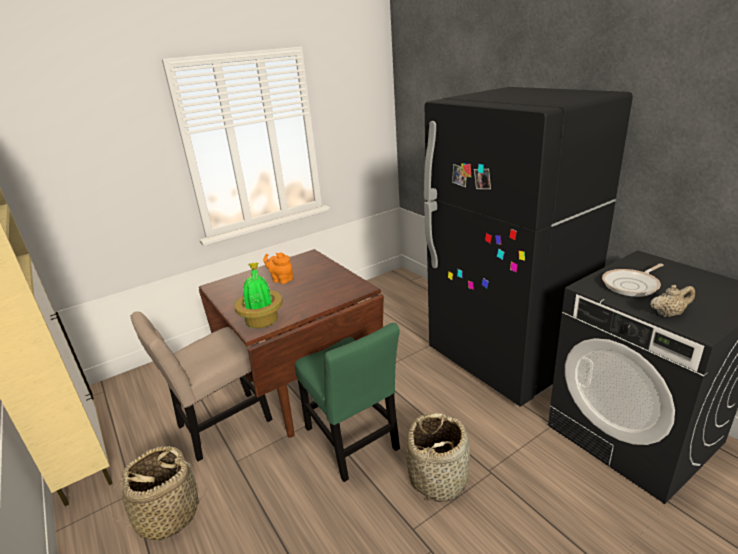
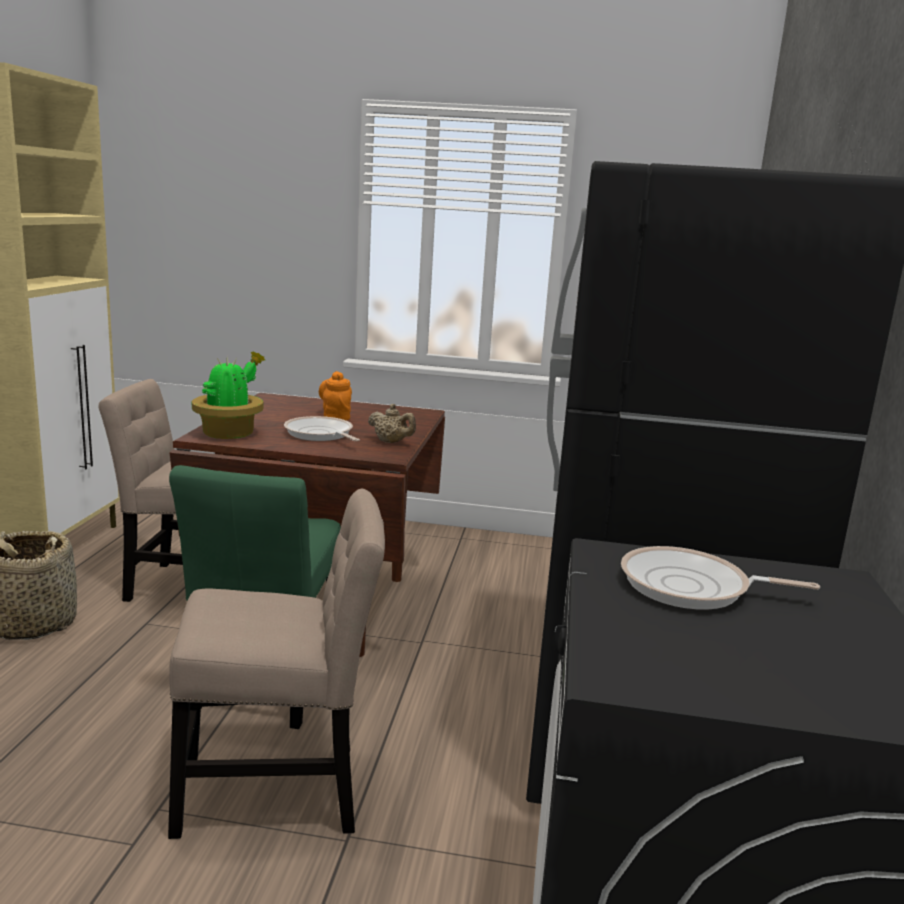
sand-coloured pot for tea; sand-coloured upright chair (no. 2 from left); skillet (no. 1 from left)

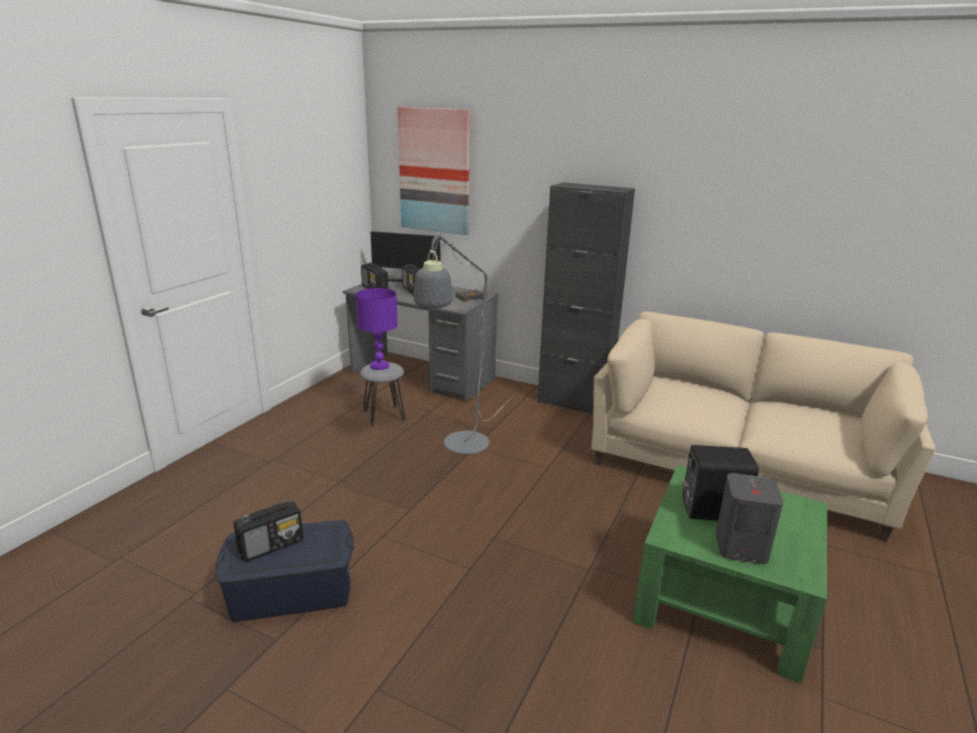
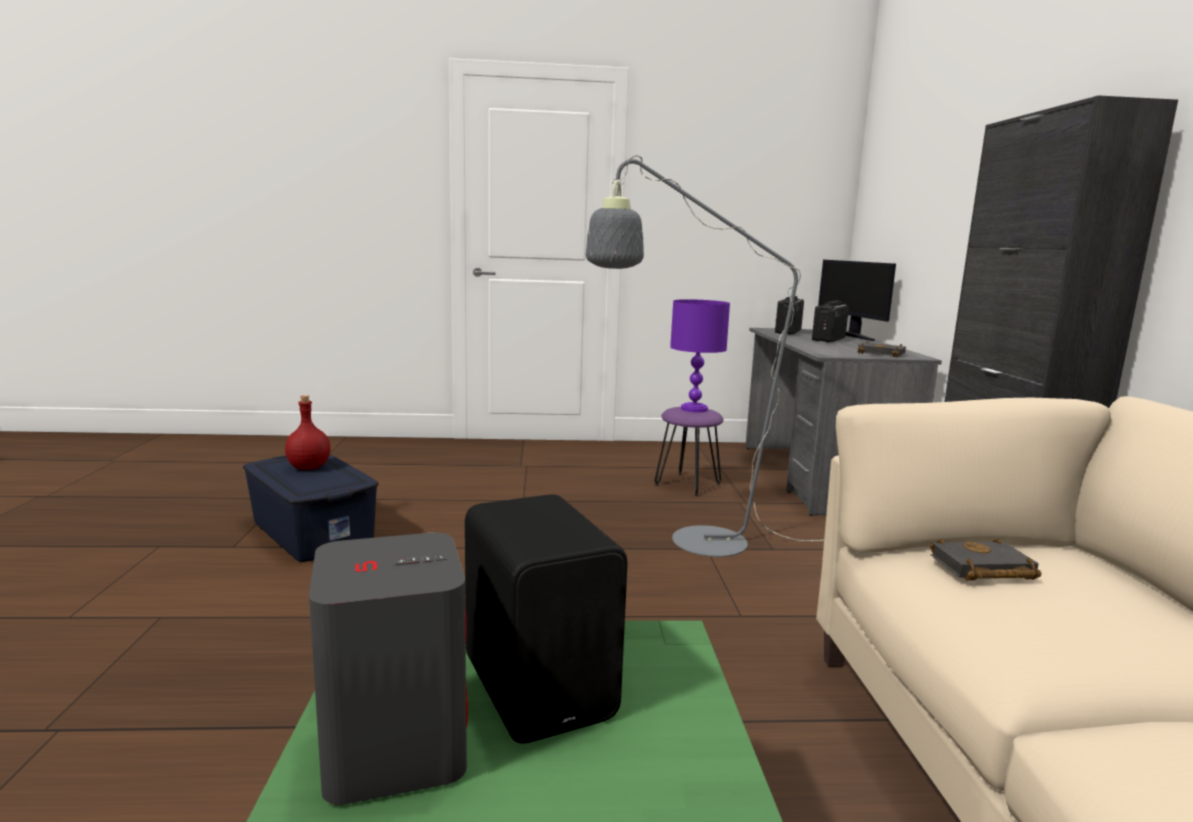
wall picture; purple-coloured stool seat; red beverage bottle; blackish book (no. 2 from left)

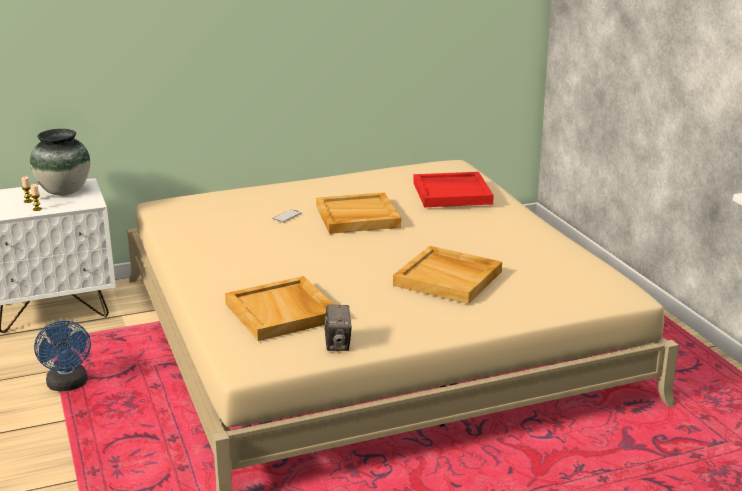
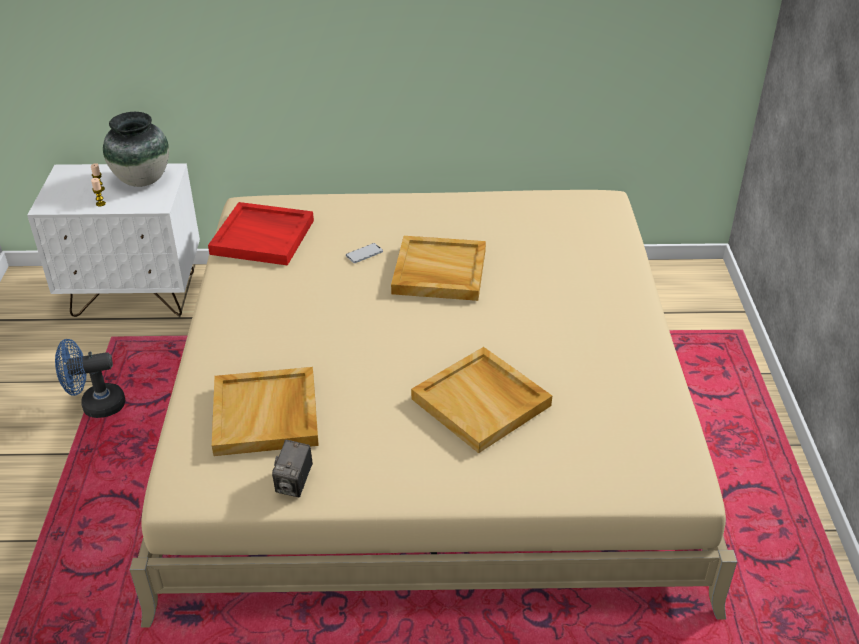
red tray; blue electric fan

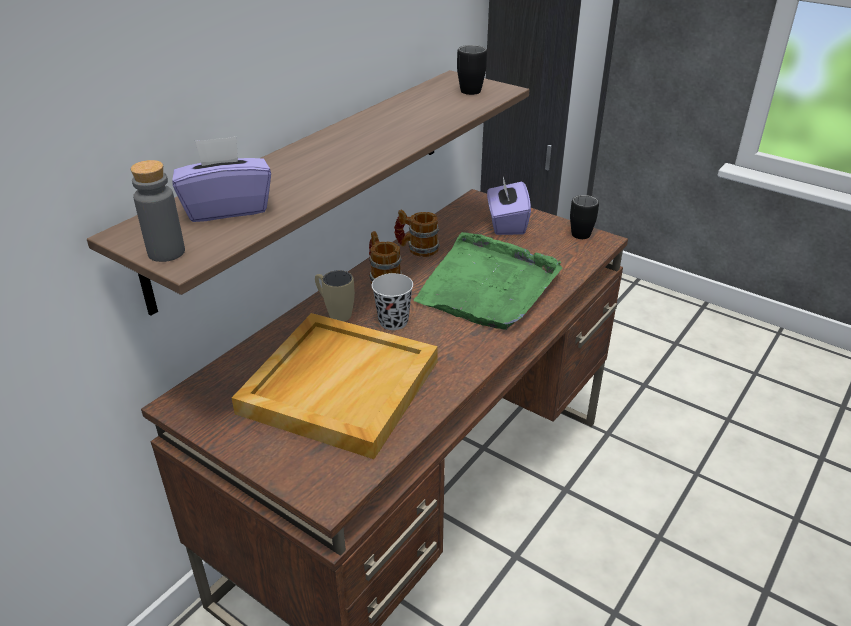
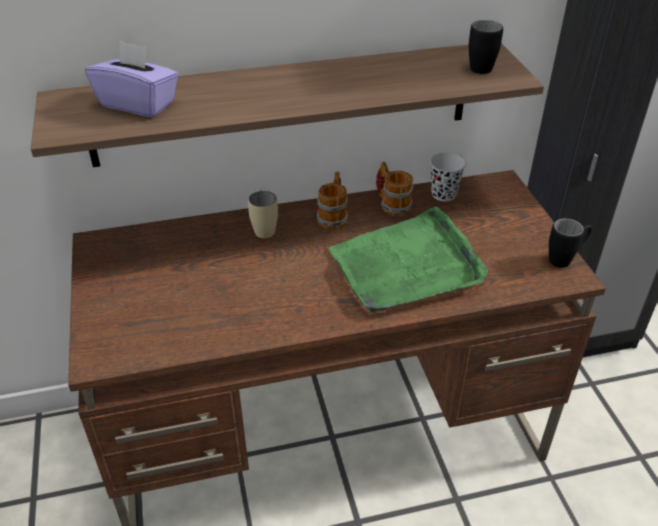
greyish beverage bottle; purple-coloured tissue holder (no. 2 from left in the first image); blackish drinking cup; sand-coloured tray

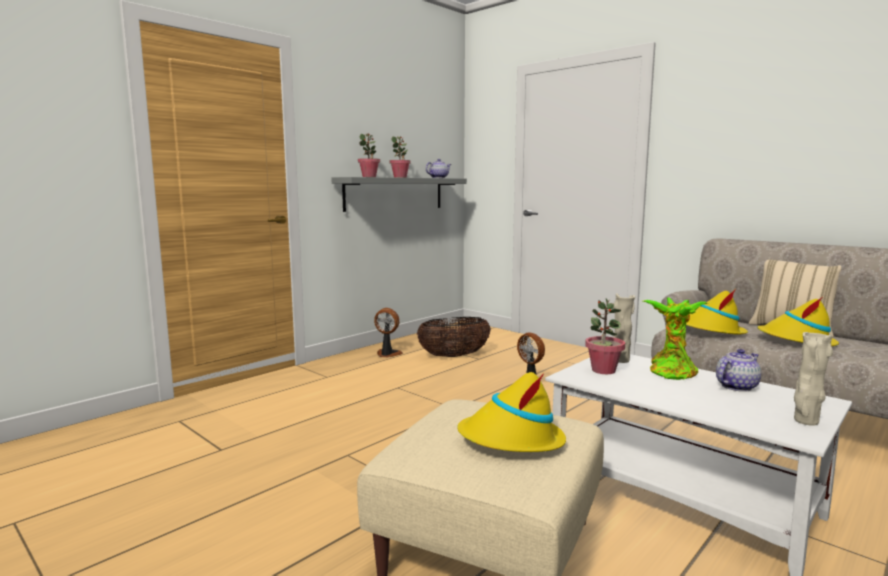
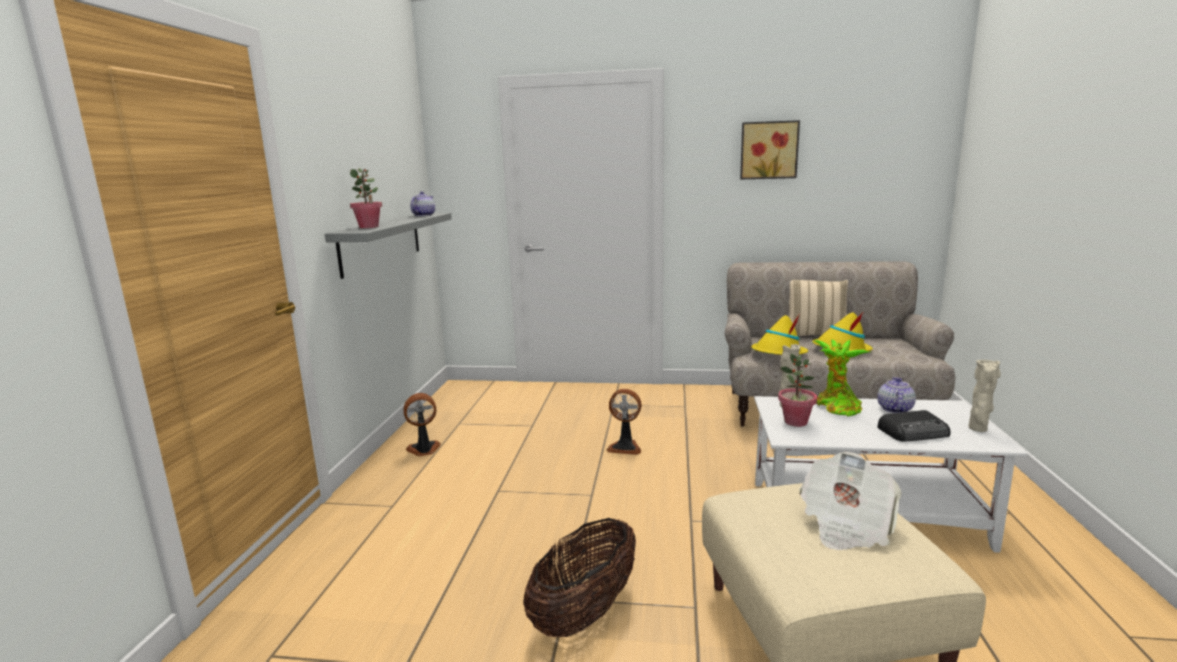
plant in a pot (no. 2 from left in the first image); storage basket; printed paper; wall picture; radio receiver

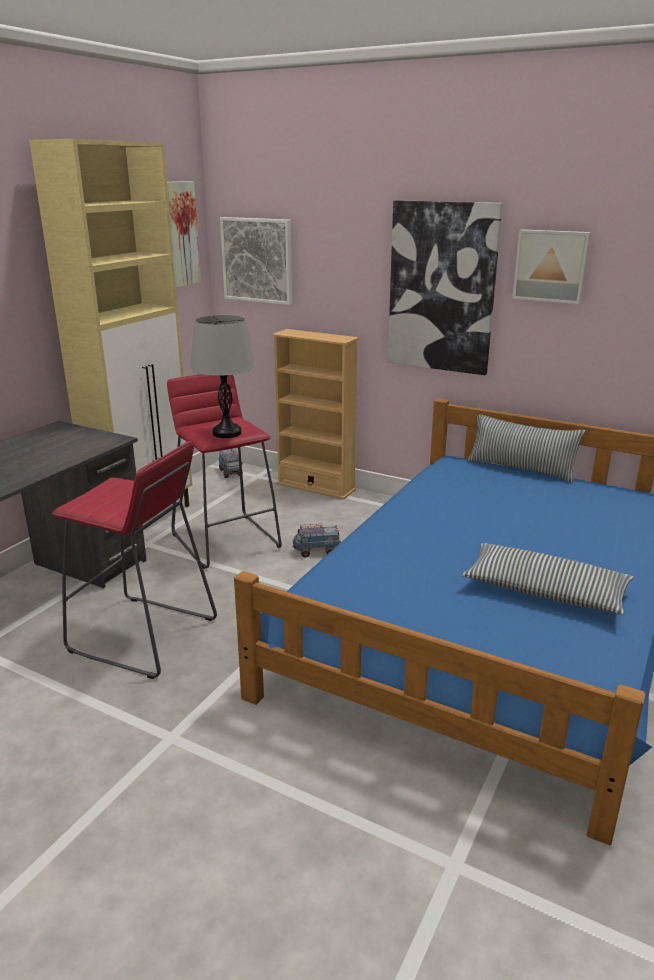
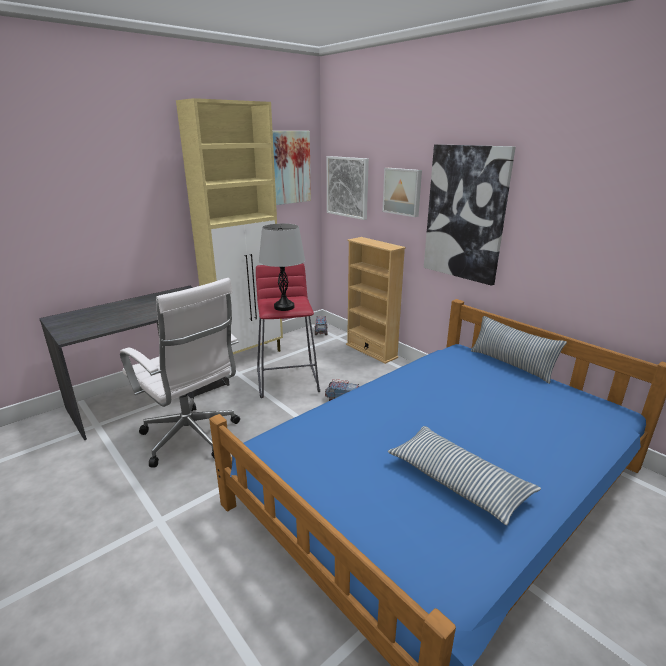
wall picture (no. 3 from left); white-coloured computer chair

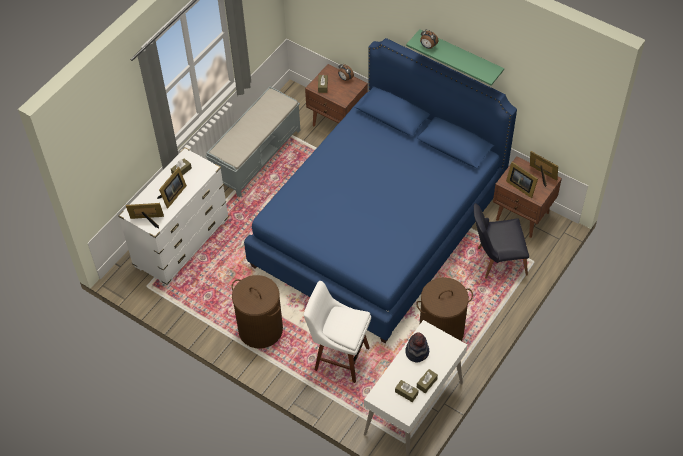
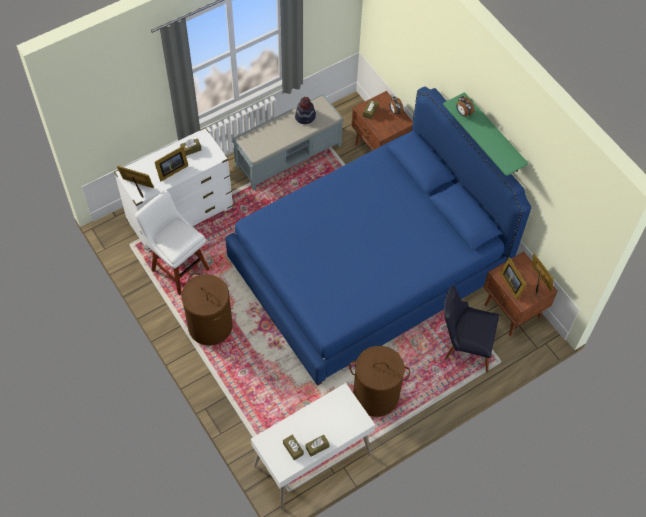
white-coloured stool seat; wearable hat

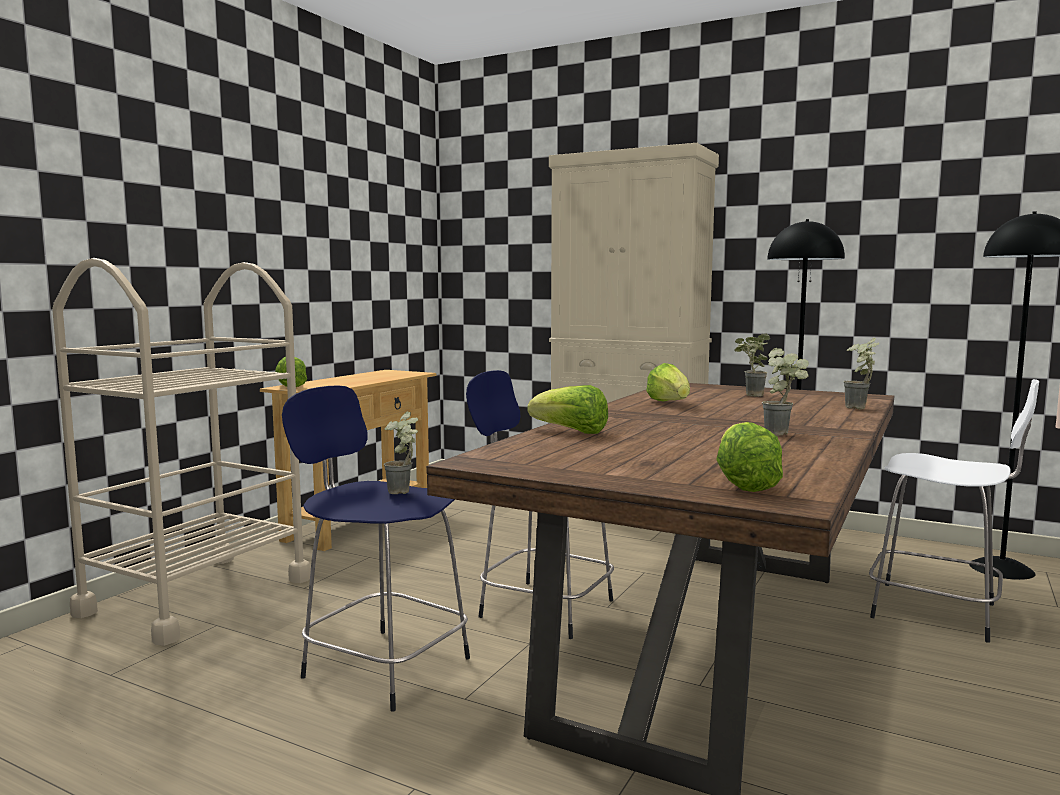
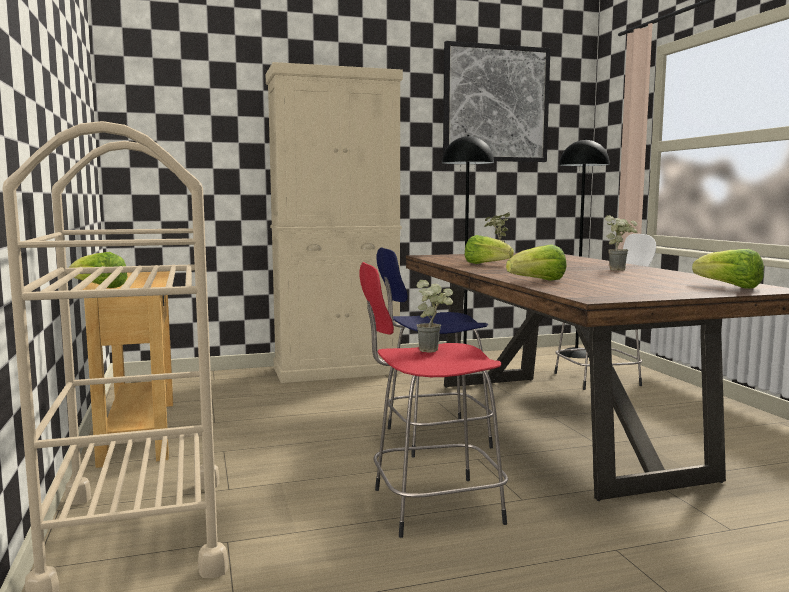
plant in a pot (no. 4 from left in the first image); red stool seat; wall picture

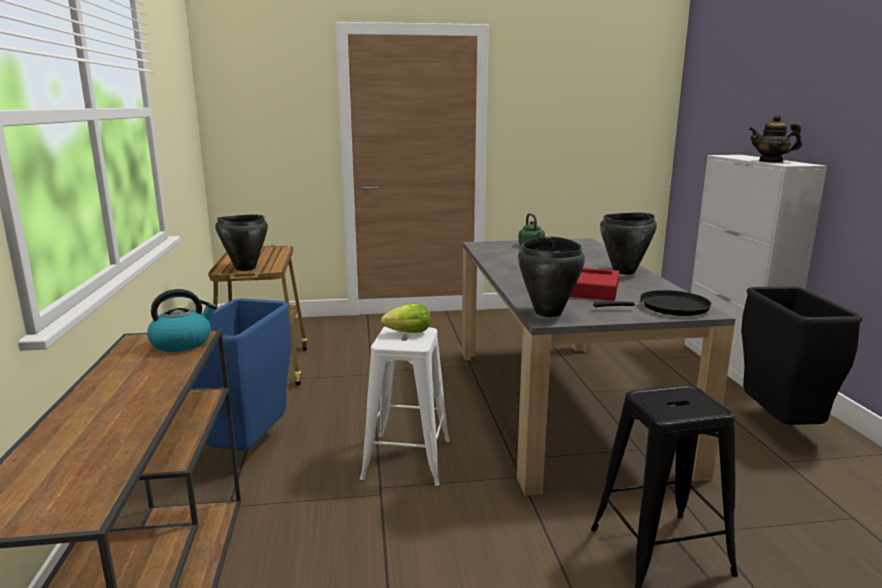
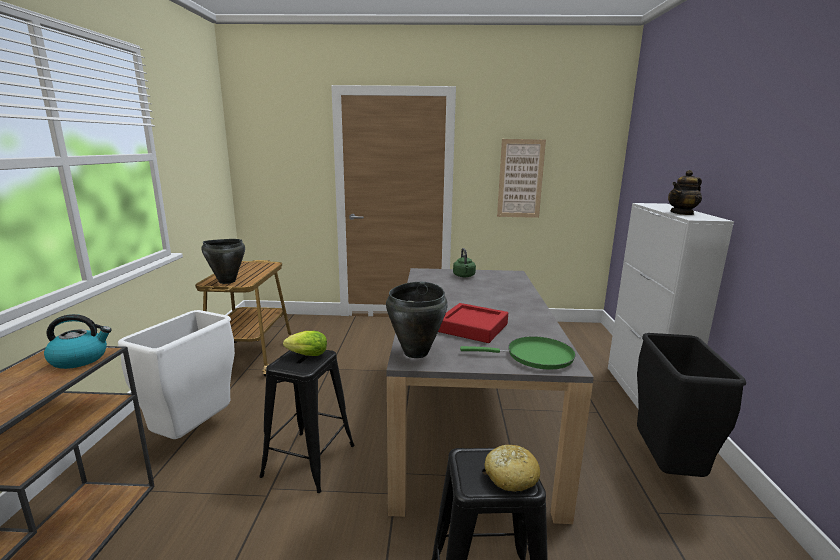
pot for tea; blackish saucepot (no. 3 from left in the first image); greenish skillet; white-coloured rubbish bin; blackish stool seat (no. 1 from left); wall picture; bread

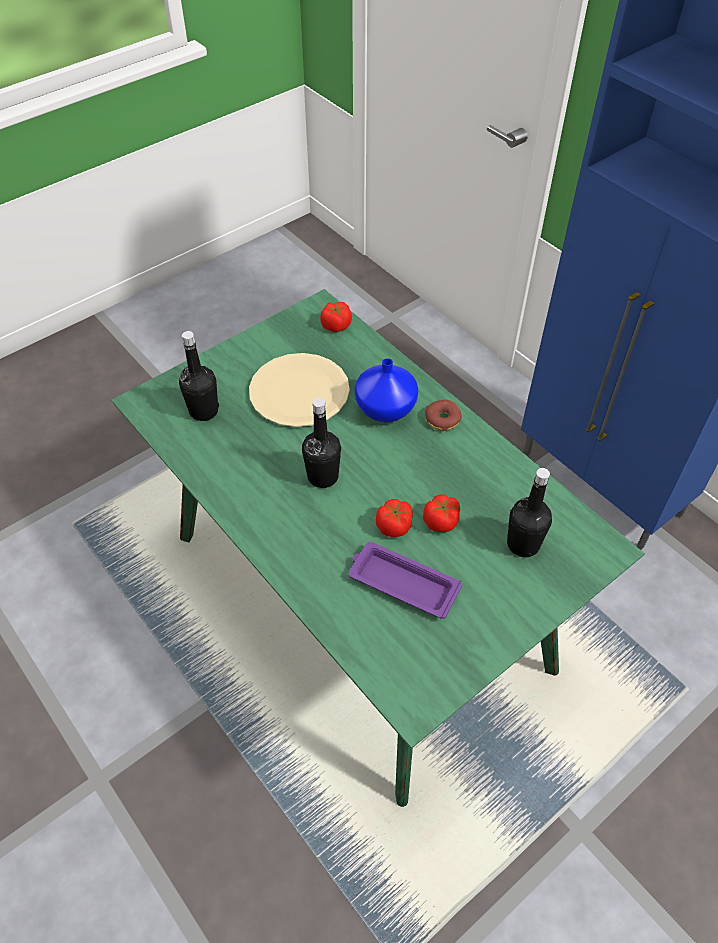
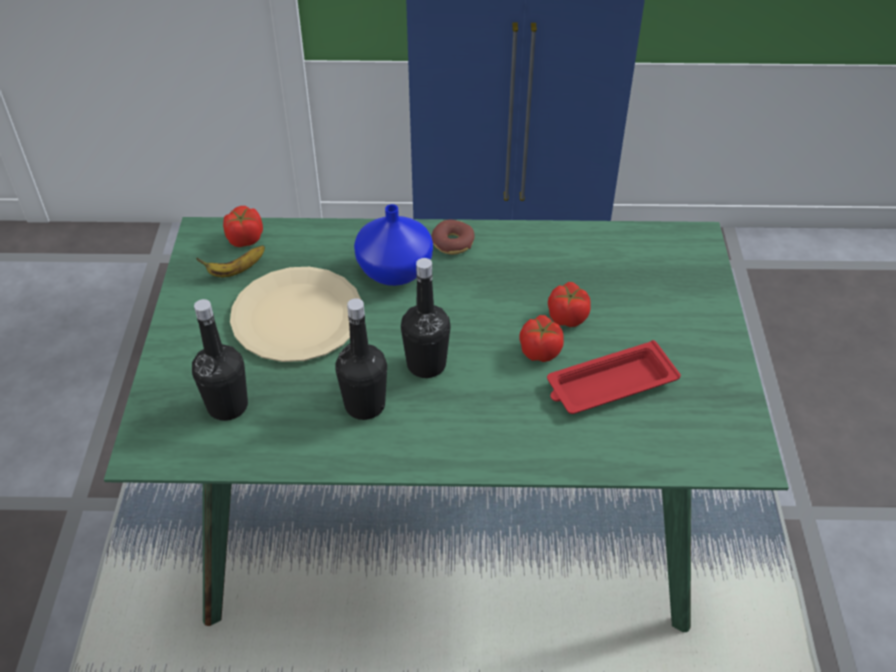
blackish beverage bottle (no. 2 from left); red tray; banana fruit

